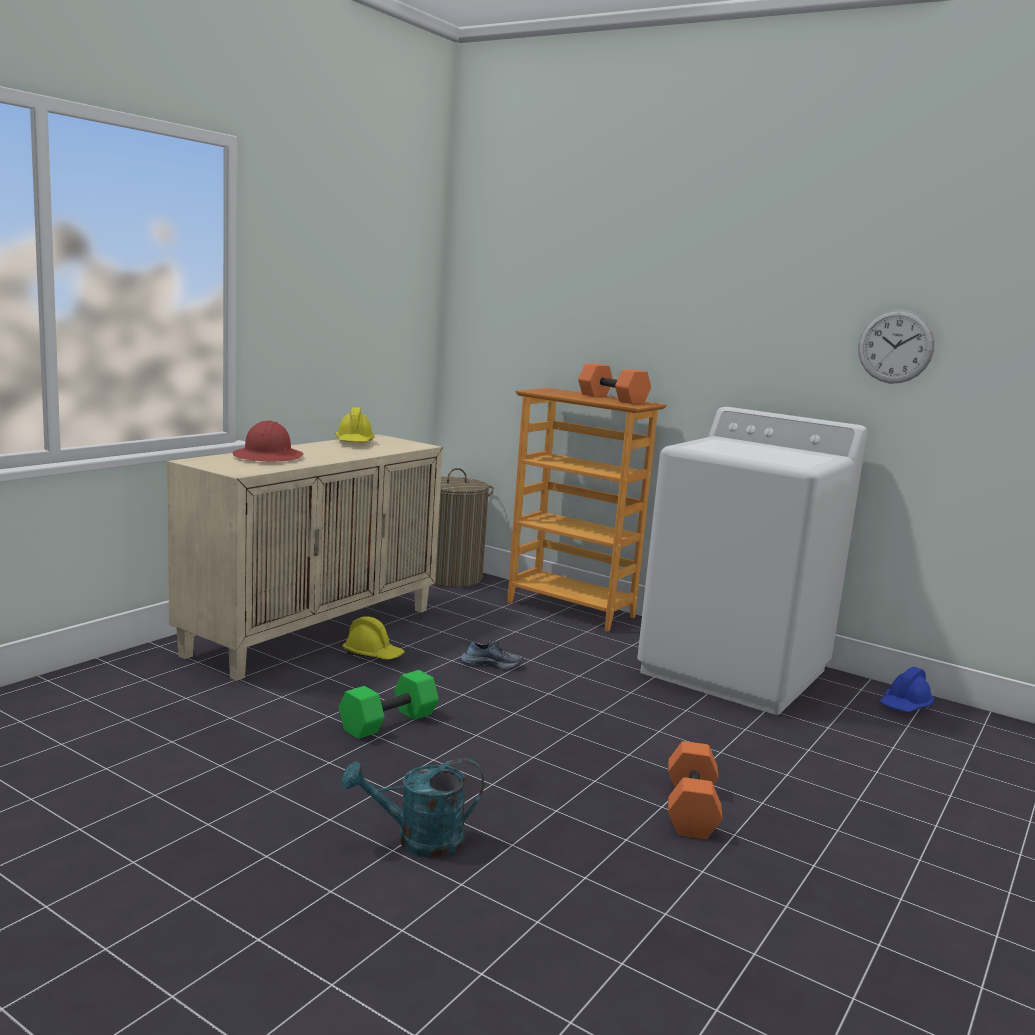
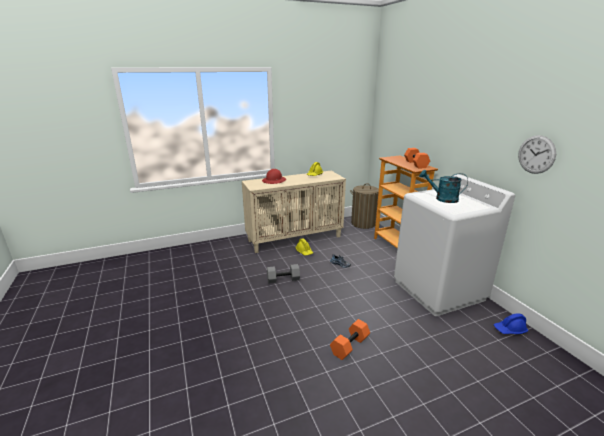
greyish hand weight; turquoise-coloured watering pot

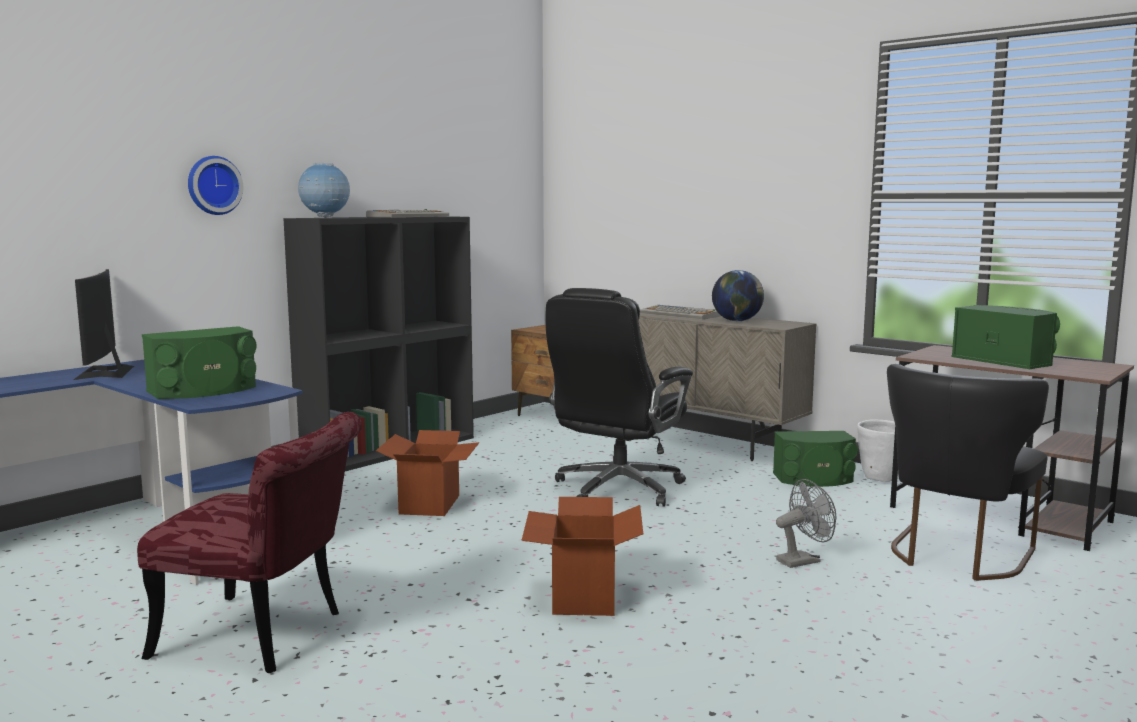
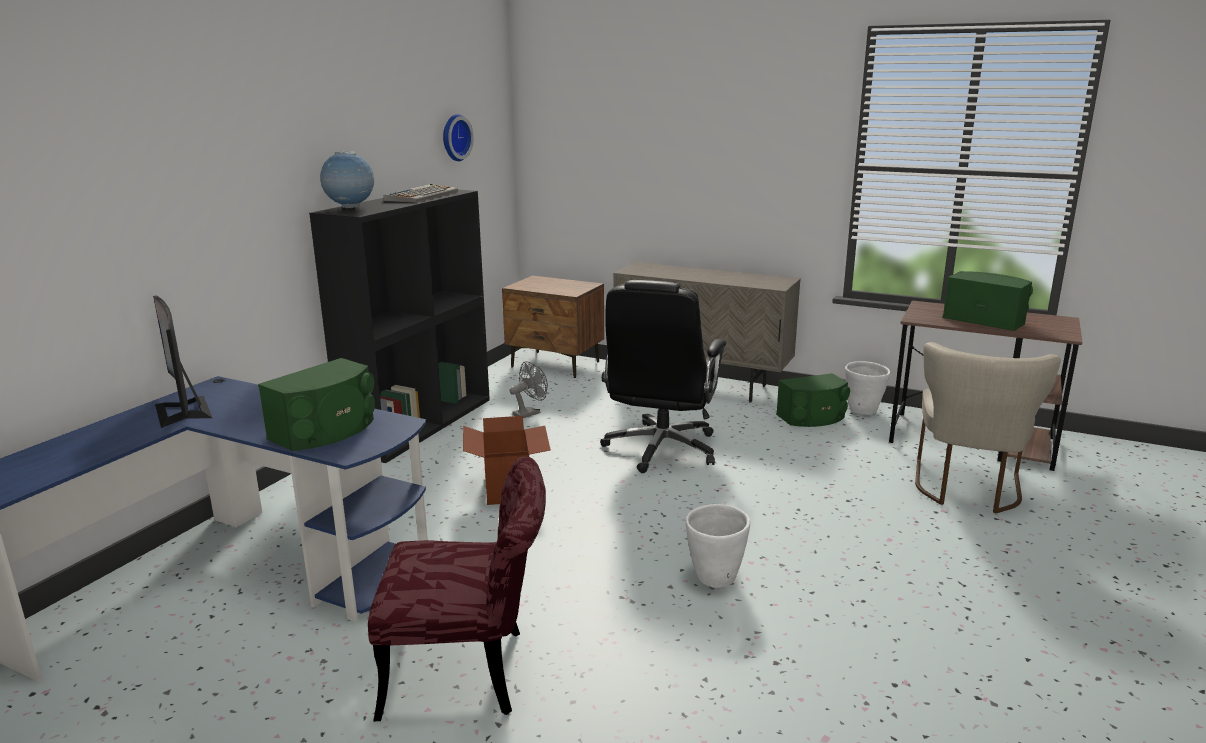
hanging clock; globe (no. 2 from left in the first image); keyboard (no. 2 from left in the first image); sand-coloured upright chair; greyish electric fan; white-coloured flower pot (no. 1 from left)

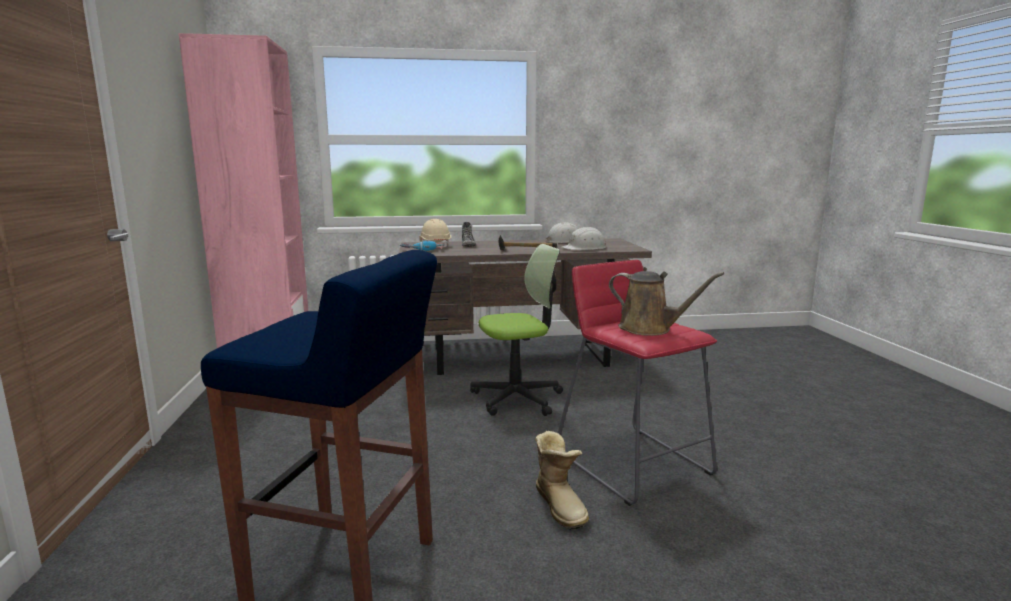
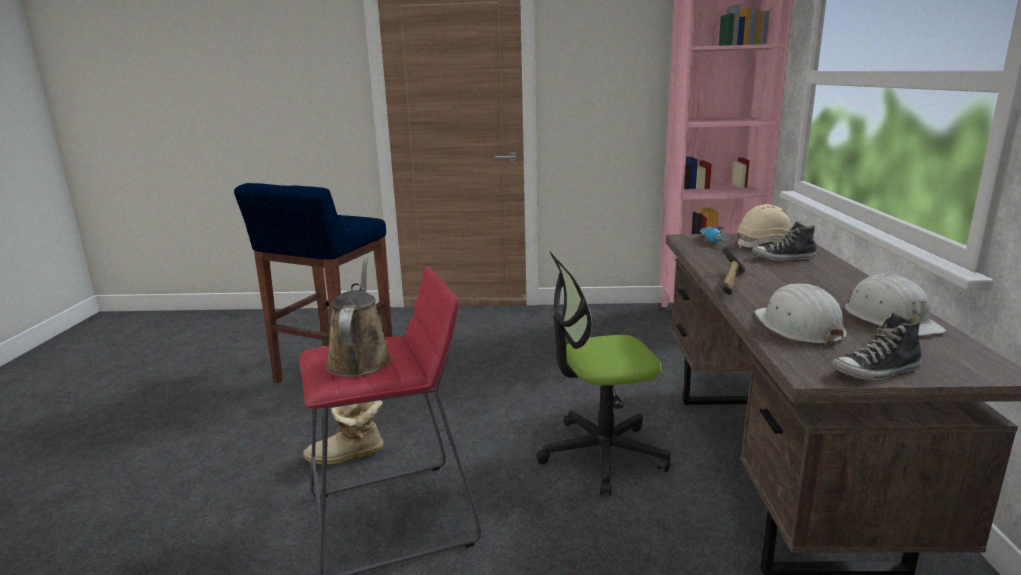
computer chair; brown watering pot; shoe (no. 2 from left)

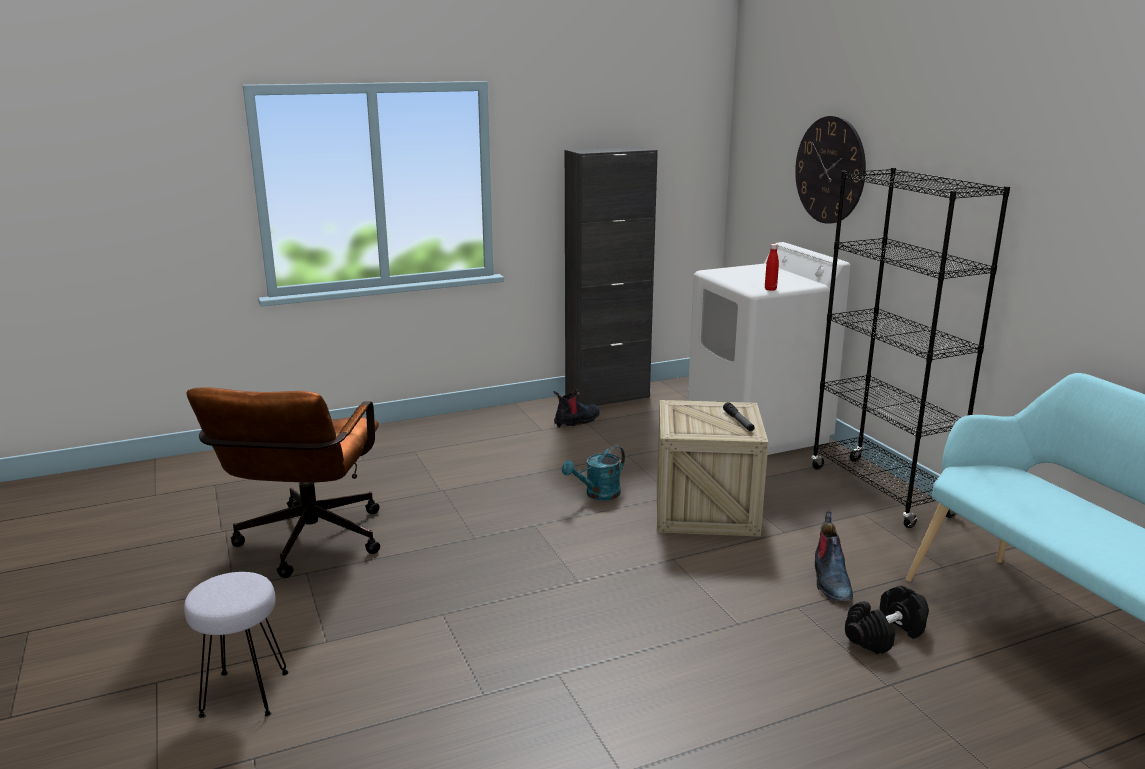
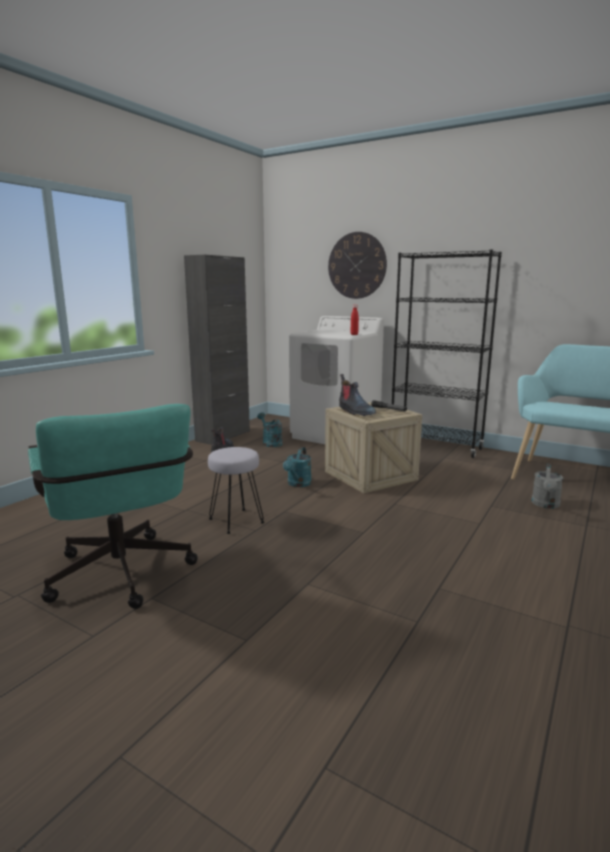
turquoise-coloured computer chair; high-top boot (no. 2 from left); greyish stool seat; greyish watering pot; turquoise-coloured watering pot (no. 1 from left)

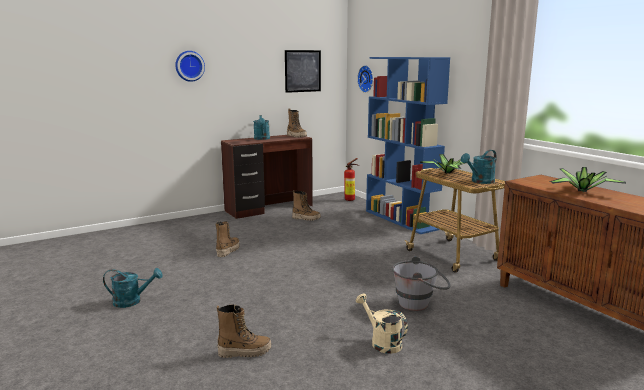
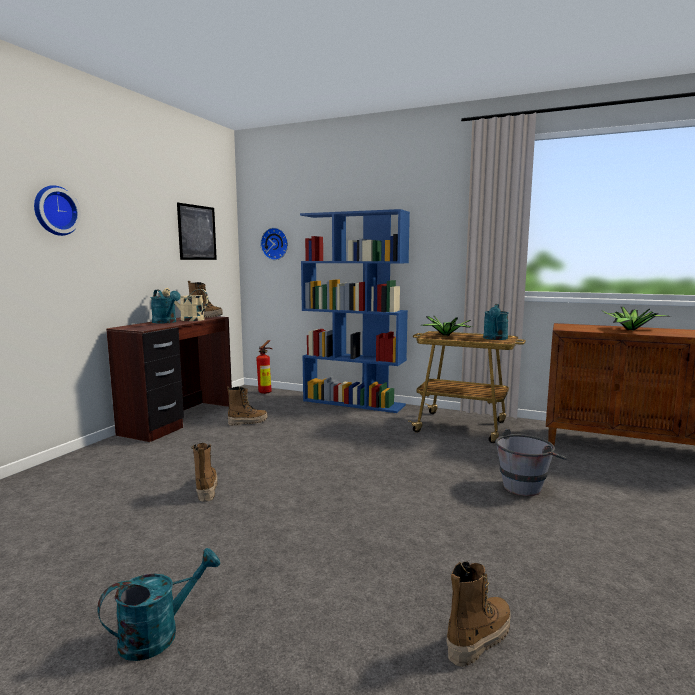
sand-coloured watering pot

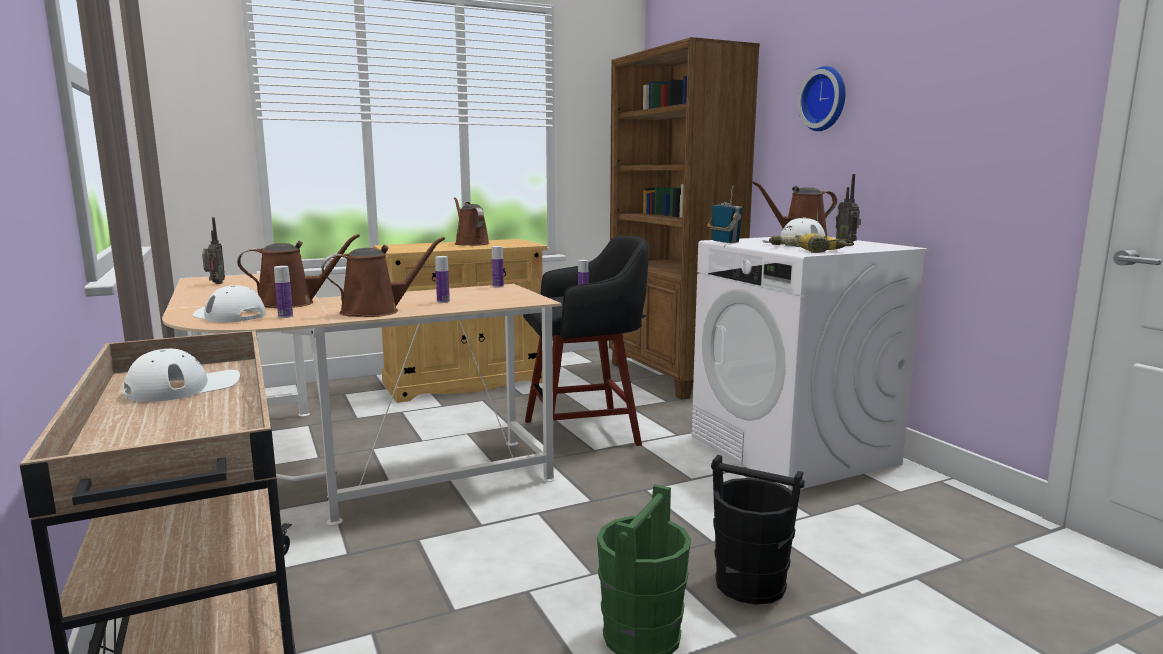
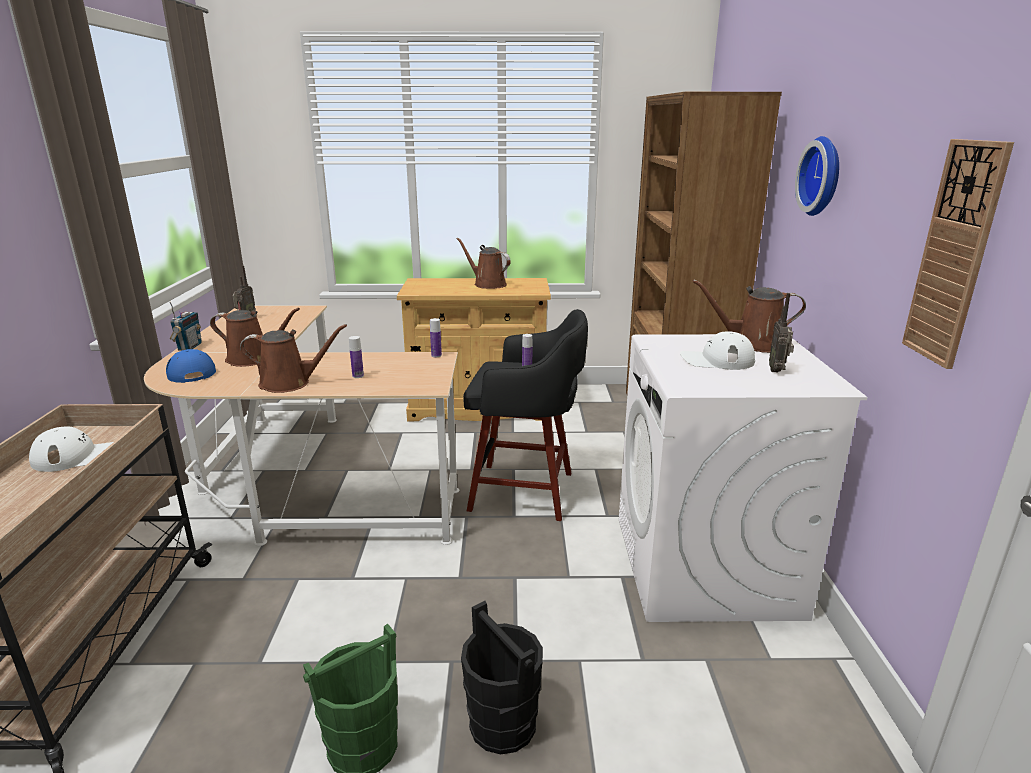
radio receiver (no. 1 from left); brown watering pot (no. 3 from left); electric drill; beverage bottle (no. 1 from left in the first image); blue cap; hanging clock (no. 2 from left)

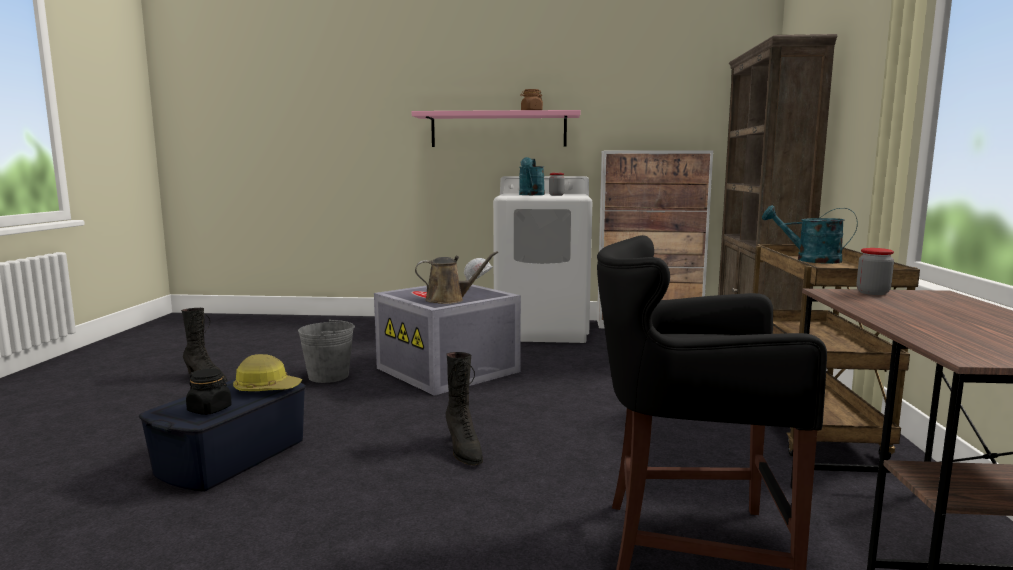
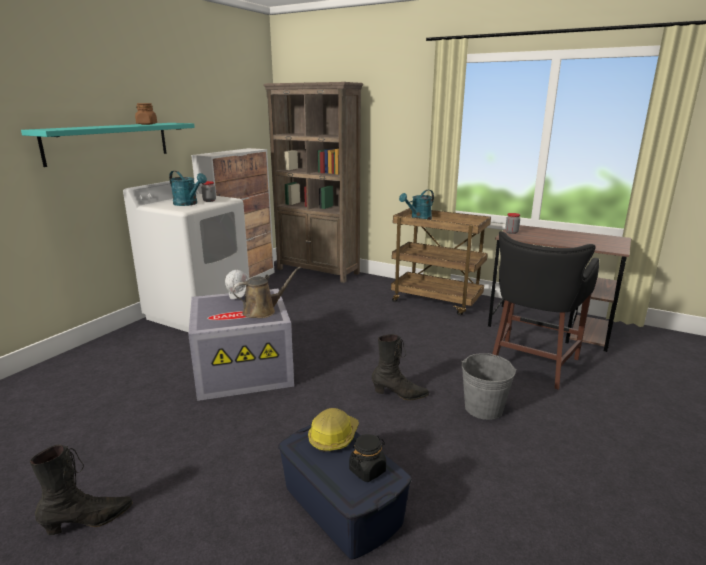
turquoise-coloured bracket shelf; brown watering pot; greyish pail

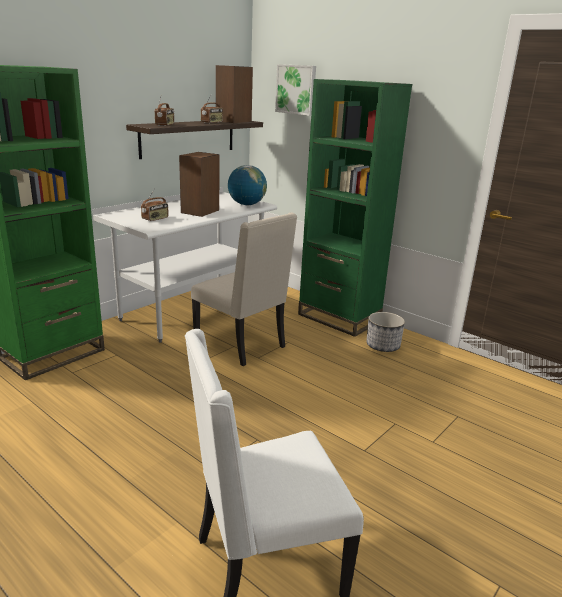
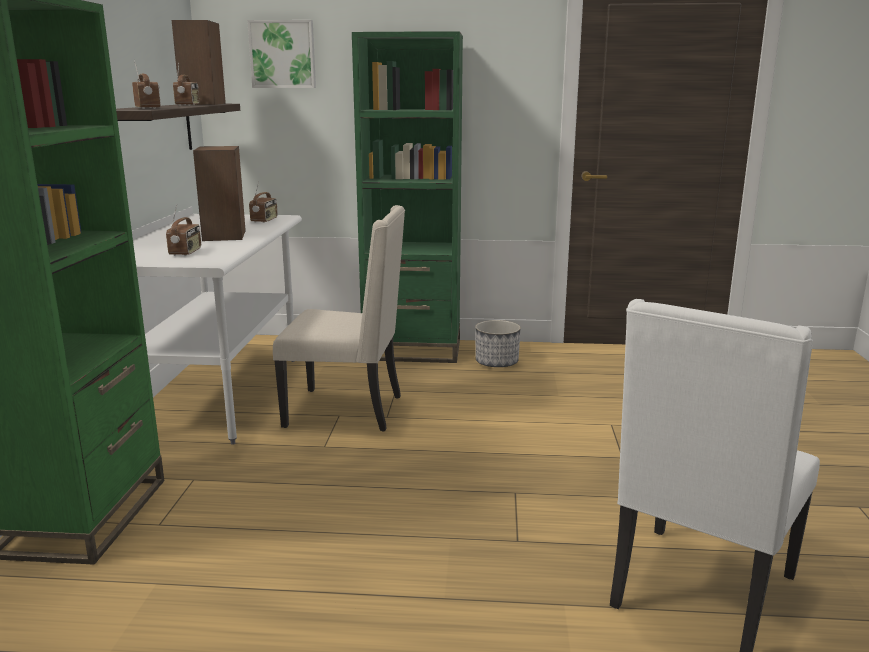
radio receiver (no. 4 from left)

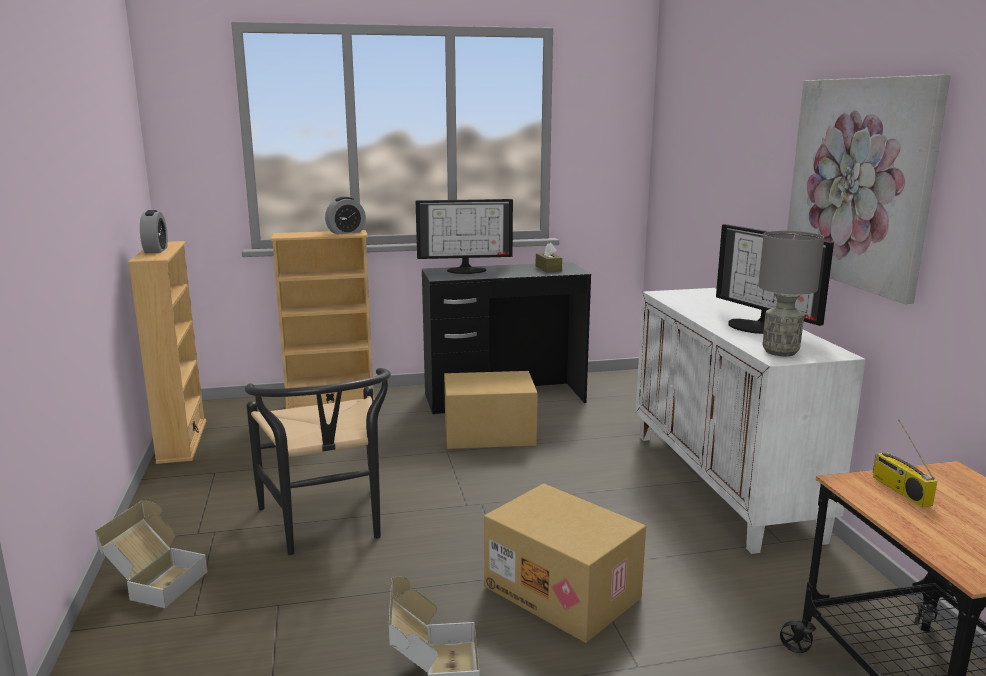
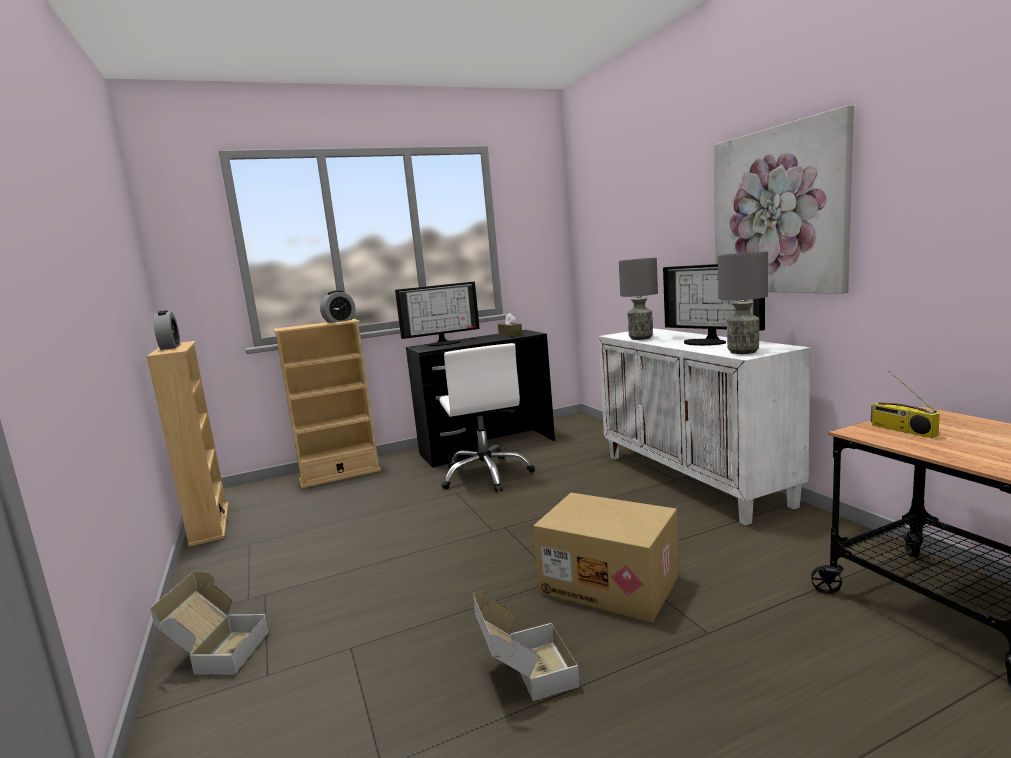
blackish upright chair; white-coloured computer chair; greyish lamp for a table (no. 1 from left)

